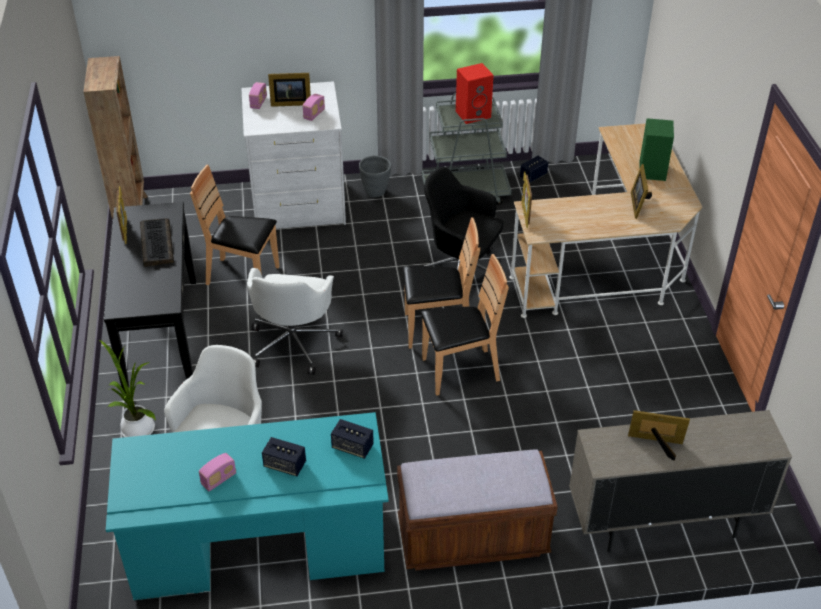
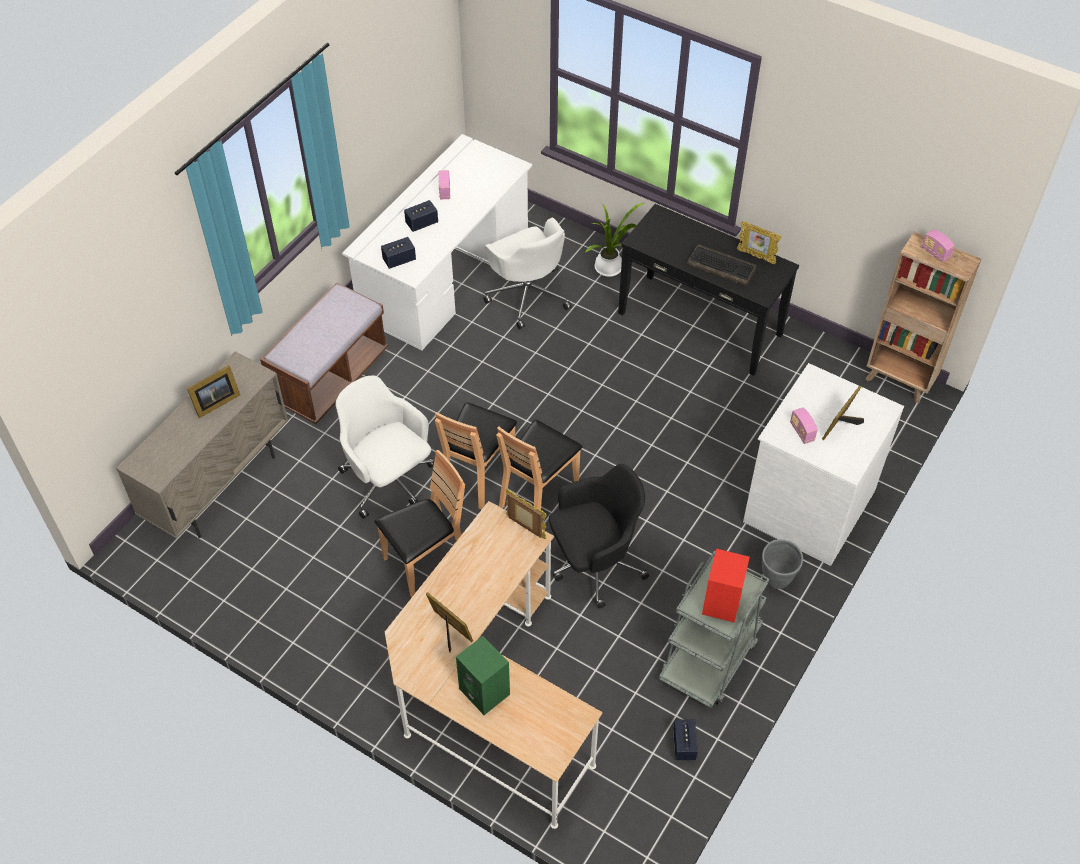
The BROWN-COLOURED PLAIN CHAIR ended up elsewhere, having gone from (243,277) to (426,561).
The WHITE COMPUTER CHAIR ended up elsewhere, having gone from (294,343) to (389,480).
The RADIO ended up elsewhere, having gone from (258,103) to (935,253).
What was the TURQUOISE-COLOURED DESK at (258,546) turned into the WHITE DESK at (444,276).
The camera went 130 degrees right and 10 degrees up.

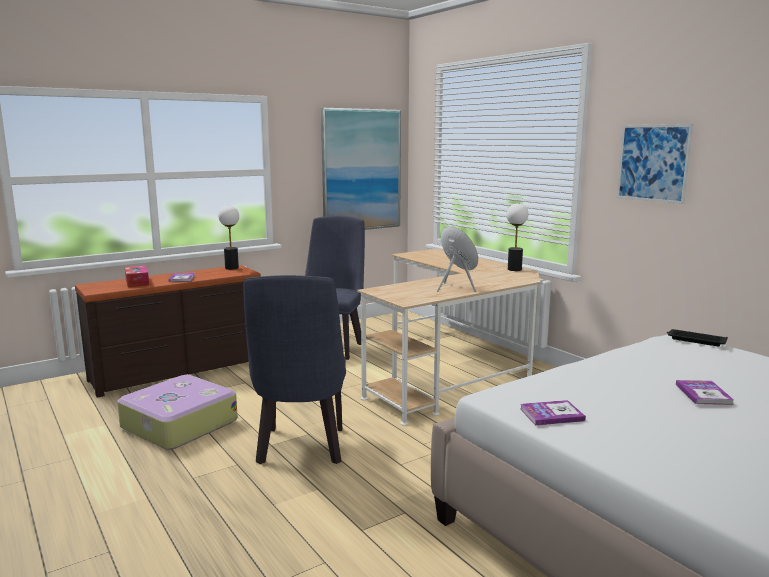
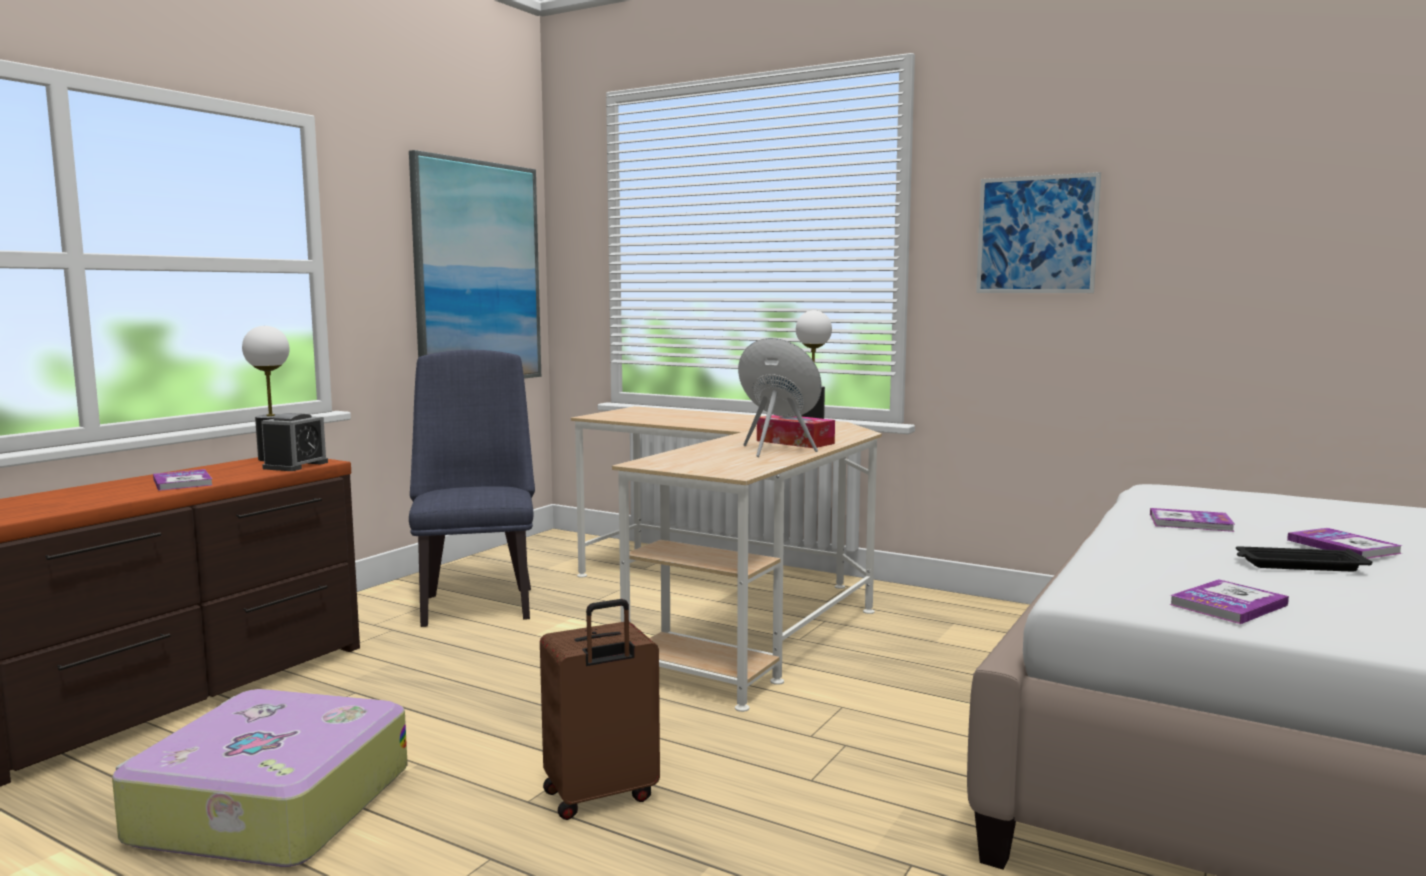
The second view gained the ALARM CLOCK at (296,465).
The second view gained the BOUND BOOK at (1190,522).
The BOX OF TISSUES ended up elsewhere, having gone from (137,282) to (795,442).
The BLACKISH SERVING TRAY ended up elsewhere, having gone from (695,340) to (1298,565).
Where the BLUE-COLOURED PLAIN CHAIR stood at (301,450), the BROWN-COLOURED TRAVEL CASE came to stand at (600,796).
The camera went 25 degrees left and 5 degrees down.

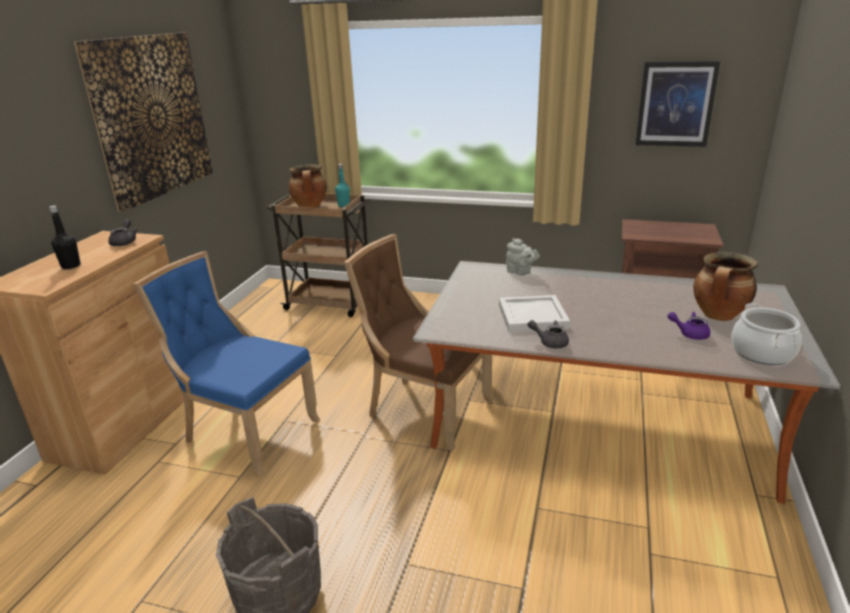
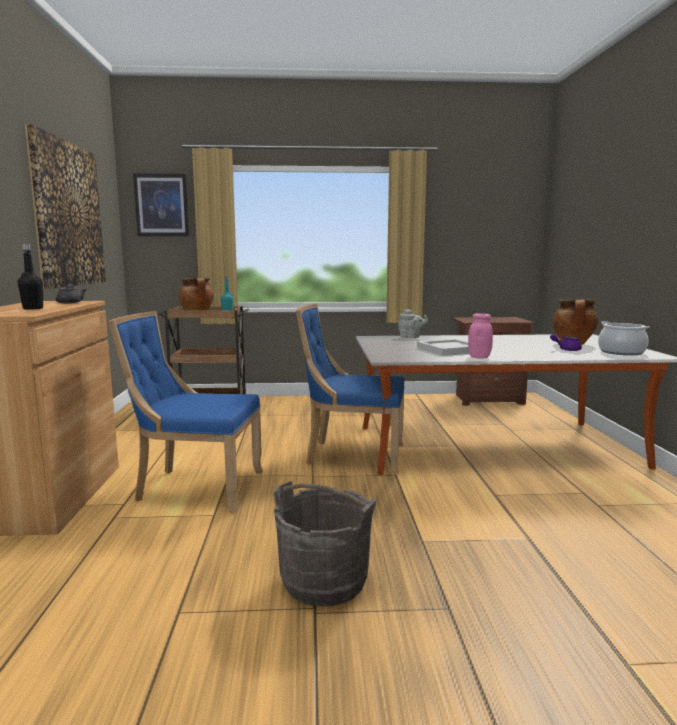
The WALL ART ended up elsewhere, having gone from (675,104) to (161,205).
Where the GRAY POT FOR TEA stood at (550,342), the PINK JAR came to stand at (479,357).
What was the BROWN-COLOURED PLAIN CHAIR at (424,409) turned into the BLUE-COLOURED PLAIN CHAIR at (352,455).
The camera went 20 degrees left and 15 degrees down.

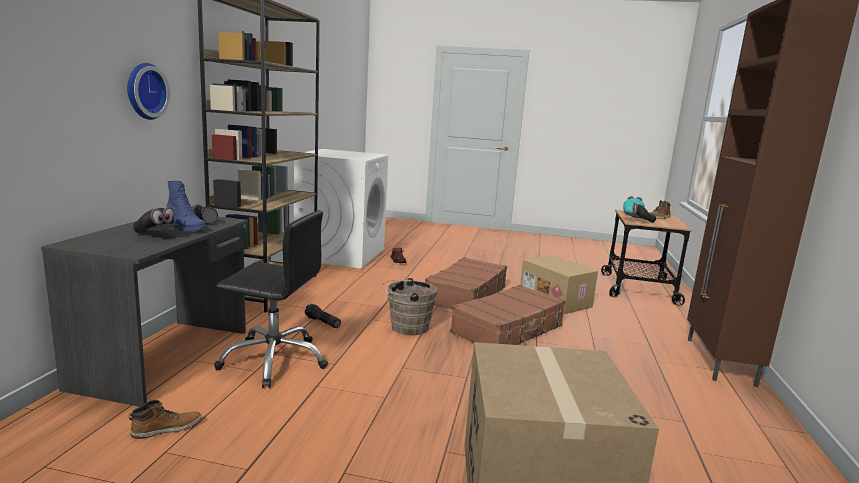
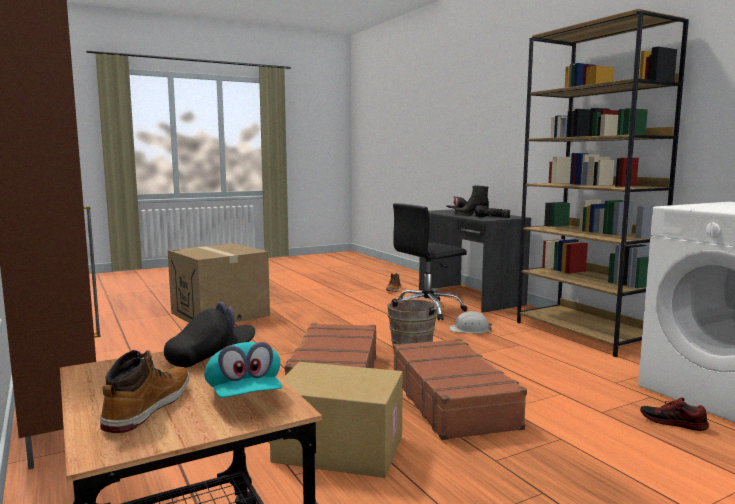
The second view lost the WALL CLOCK at (144,91).
Where the FLASHLIGHT stood at (322,322), the WHITE SAFETY HELMET came to stand at (470,330).
What was the BLUE-COLOURED TALL BOOT at (185,228) turned into the BLACKISH TALL BOOT at (471,215).
The camera went 140 degrees right and 5 degrees down.

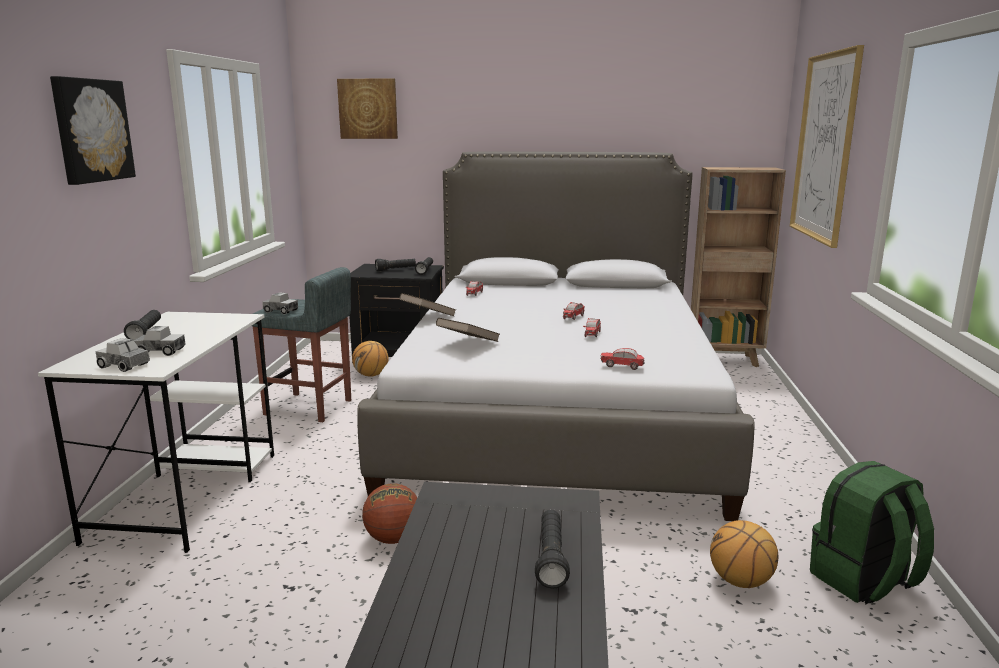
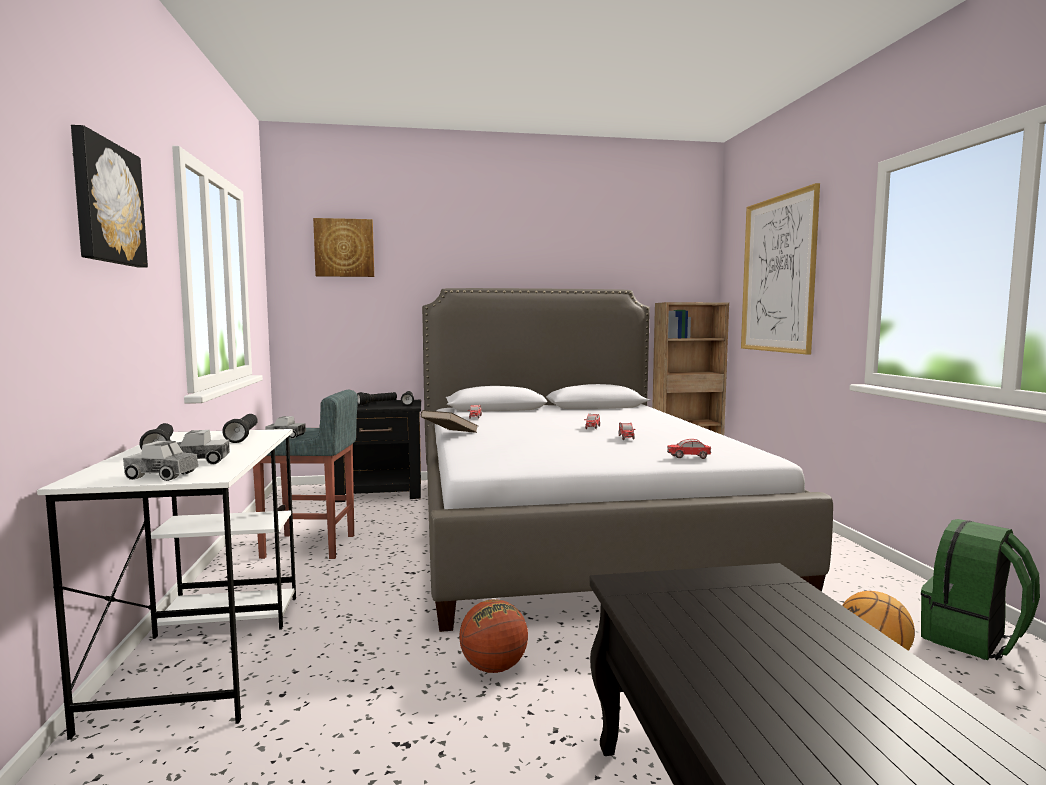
The second view lost the BASKETBALL BALL at (371,375).
The second view lost the BROWN-COLOURED BOUND BOOK at (468,343).
The BLACKISH FLASHLIGHT ended up elsewhere, having gone from (551,558) to (243,436).
The camera went 15 degrees left and 10 degrees down.

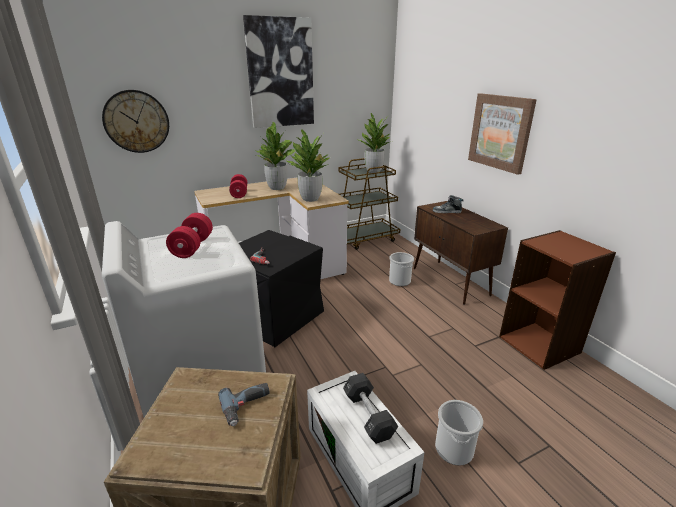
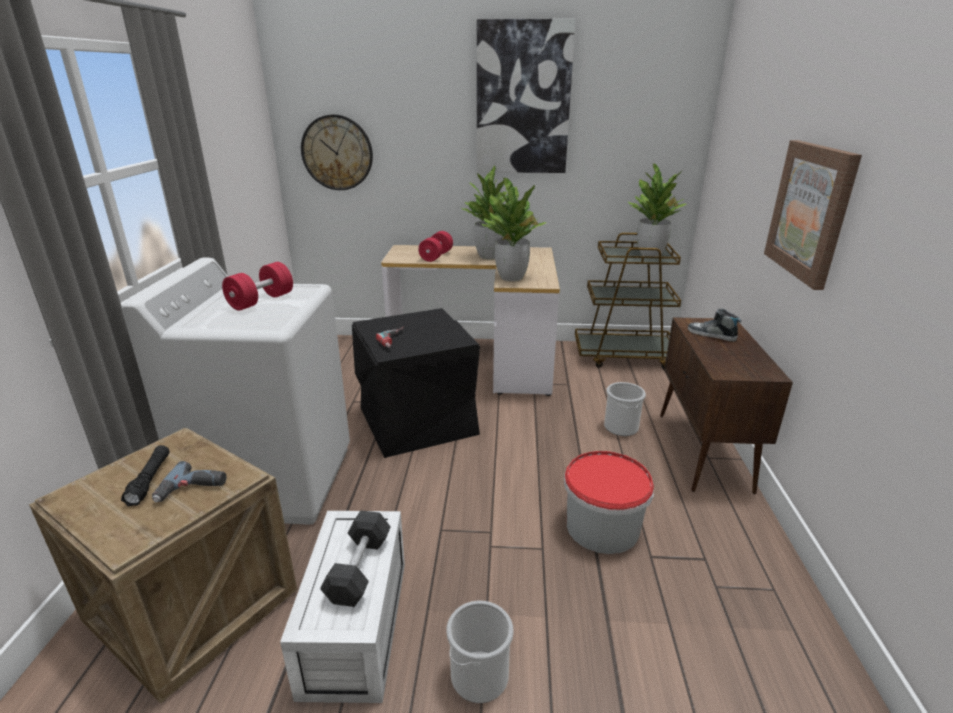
The second view lost the BROWN-COLOURED SHELVING UNIT at (539,344).
The second view gained the BLACKISH FLASHLIGHT at (150,480).
The second view gained the WATER BUCKET at (602,527).
The camera went 30 degrees right and 0 degrees up.

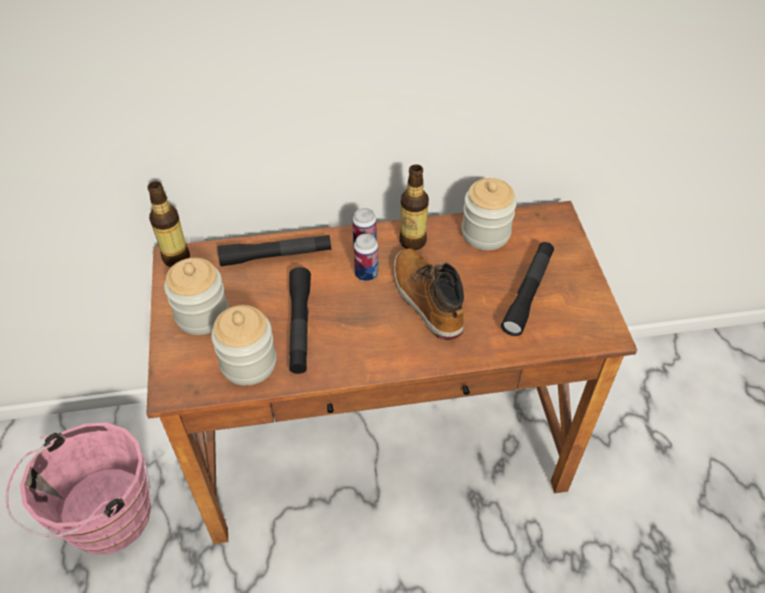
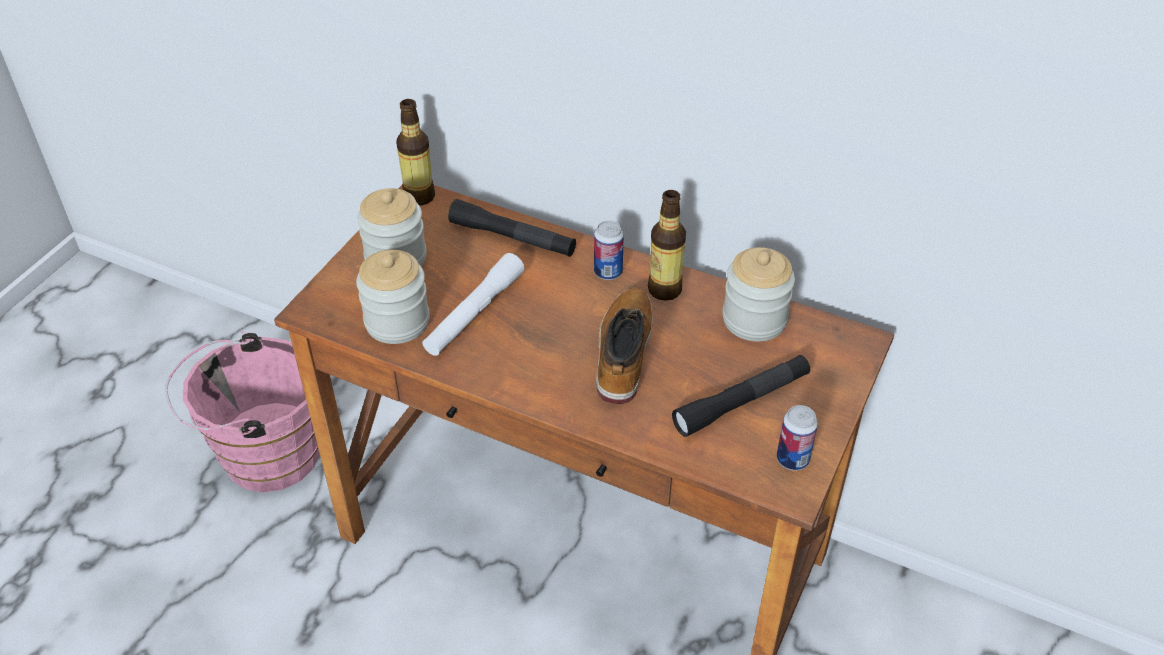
The SEALED CAN ended up elsewhere, having gone from (366,274) to (792,459).
What was the BLACKISH FLASHLIGHT at (300,326) turned into the WHITE FLASHLIGHT at (474,313).
The camera went 35 degrees right and 5 degrees down.

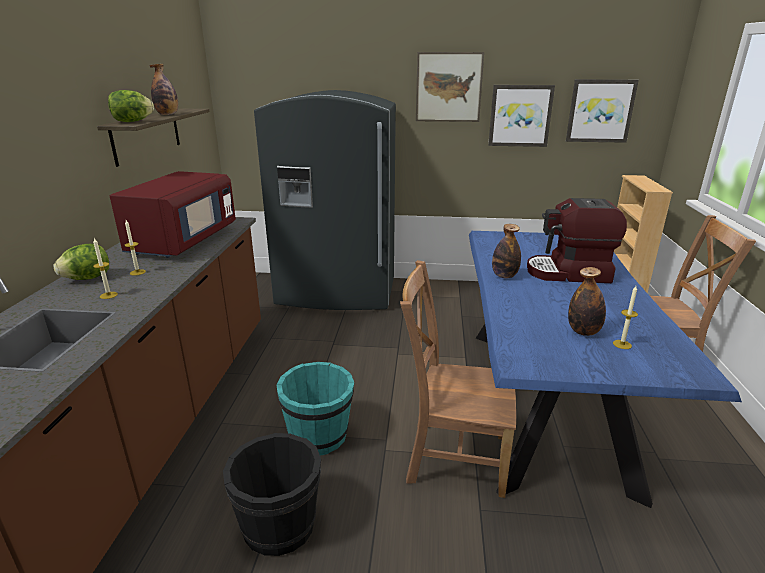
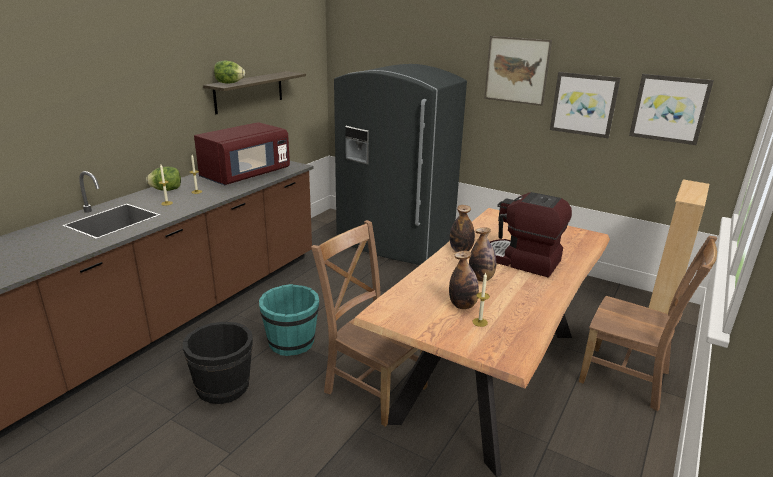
The BEVERAGE BOTTLE ended up elsewhere, having gone from (167,114) to (481,278).
What was the BLUE-COLOURED DINING TABLE at (543,402) turned into the BROWN-COLOURED DINING TABLE at (487,374).
The camera went 25 degrees right and 0 degrees up.

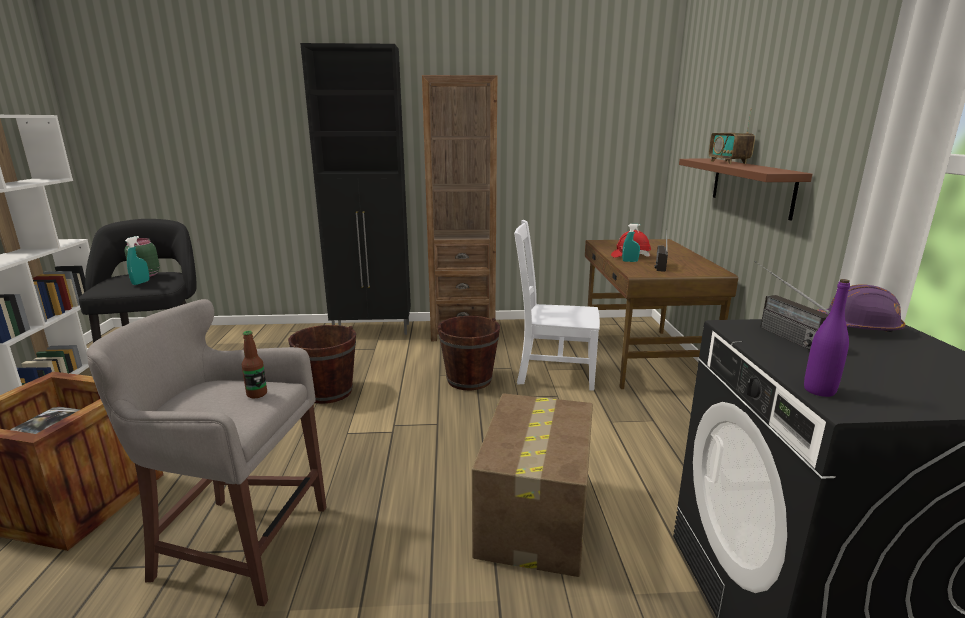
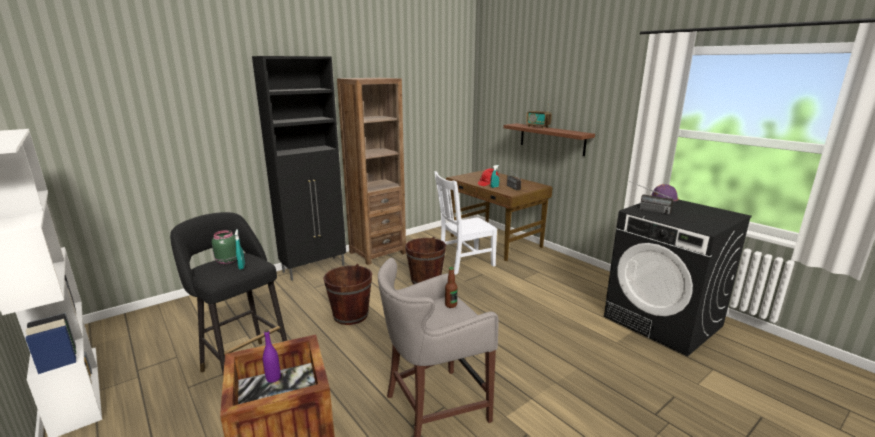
The second view lost the CARTON at (535,517).
The PURPLISH BEVERAGE BOTTLE ended up elsewhere, having gone from (819,390) to (273,378).
The camera went 35 degrees left and 0 degrees up.

